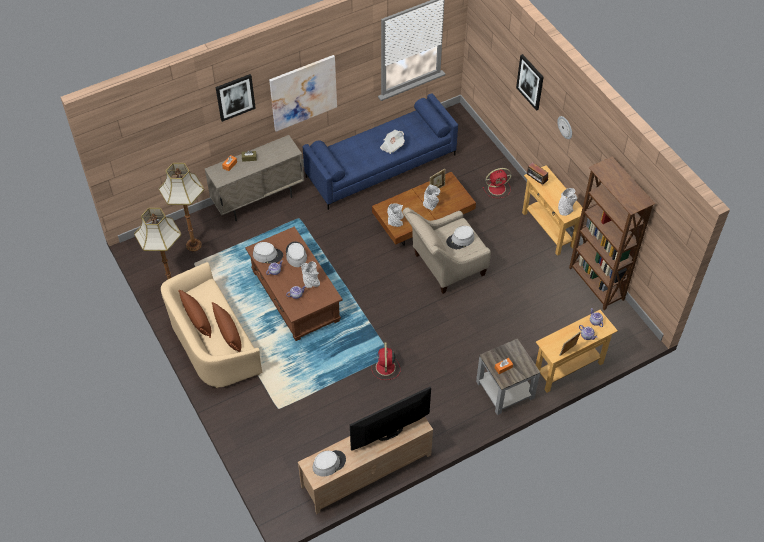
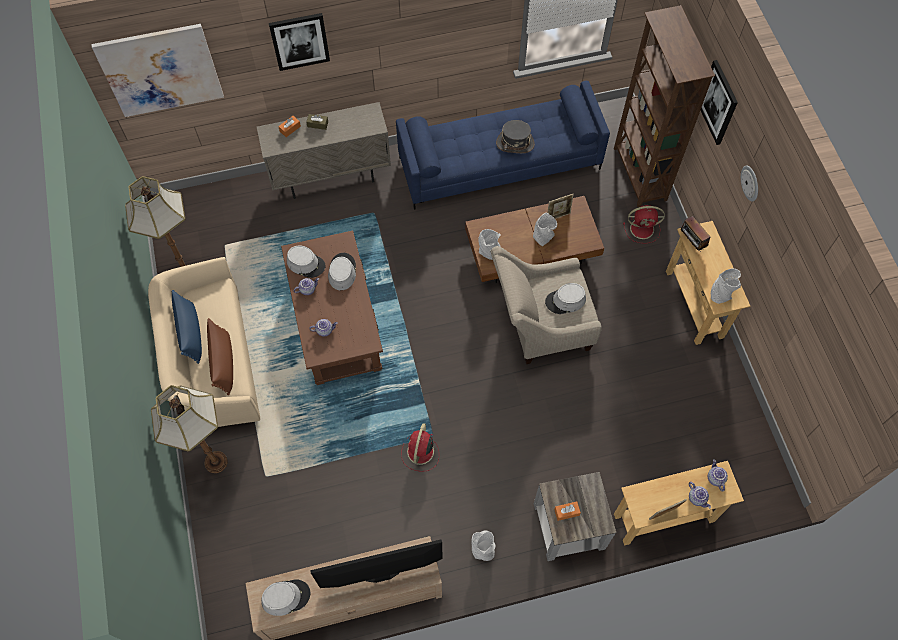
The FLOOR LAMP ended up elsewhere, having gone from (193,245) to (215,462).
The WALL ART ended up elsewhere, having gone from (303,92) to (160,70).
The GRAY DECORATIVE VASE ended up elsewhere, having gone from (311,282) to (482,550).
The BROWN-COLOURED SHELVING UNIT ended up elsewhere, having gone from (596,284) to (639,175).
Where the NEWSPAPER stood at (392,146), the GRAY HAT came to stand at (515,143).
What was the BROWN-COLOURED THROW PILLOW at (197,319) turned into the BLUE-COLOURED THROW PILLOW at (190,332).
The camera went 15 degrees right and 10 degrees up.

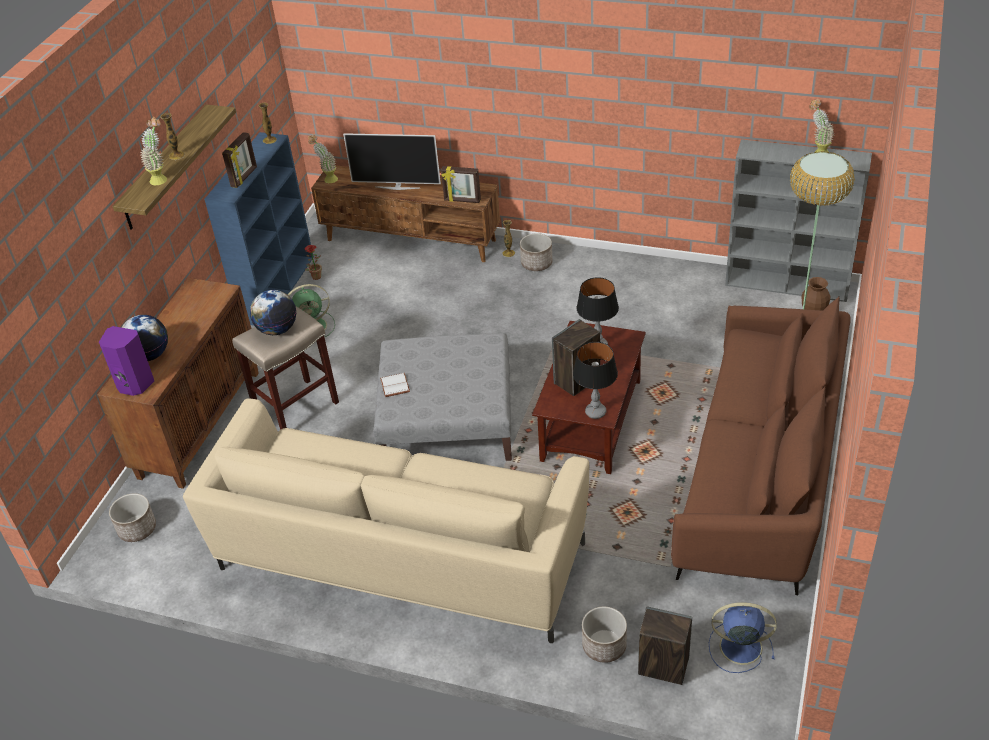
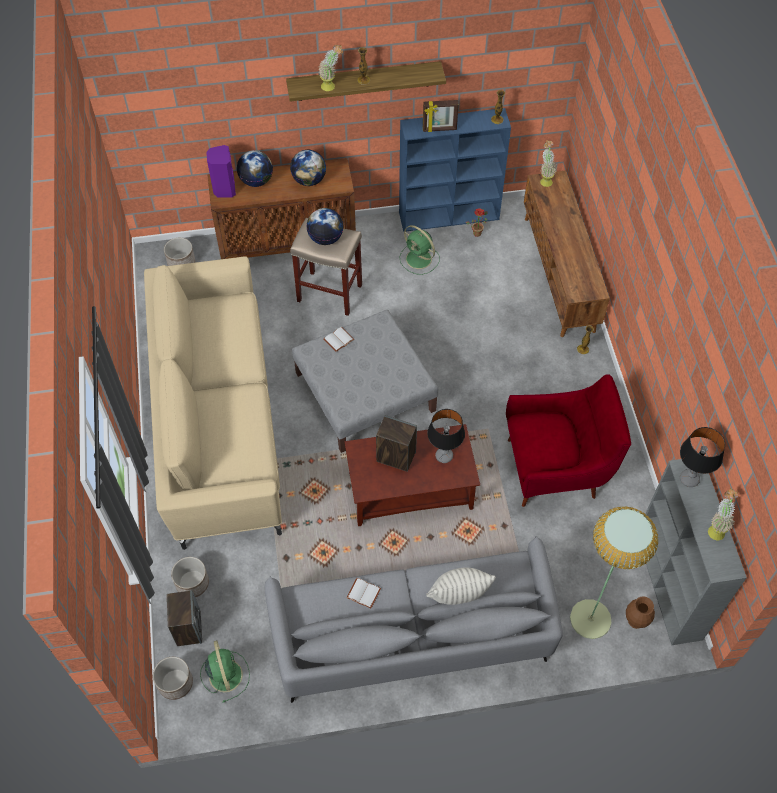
The second view lost the TV SET at (397,187).
The second view lost the PICTURE FRAME at (462,200).
The second view gained the WORLD GLOBE at (309,180).
The second view gained the WHITE BOUND BOOK at (364,593).
The second view gained the THROW PILLOW at (458,596).
The second view gained the RED-COLOURED LOUNGE CHAIR at (556,468).
The PLANTER ended up elsewhere, having gone from (537,263) to (175,683).
The TABLE LAMP ended up elsewhere, having gone from (595,412) to (689,479).
What was the BROWN-COLOURED COUCH at (762,471) turned into the GRAY COUCH at (412,636).
What was the BLUE-COLOURED FAN at (738,646) turned into the GREEN-COLOURED FAN at (225,674).
The camera went 60 degrees right and 15 degrees up.

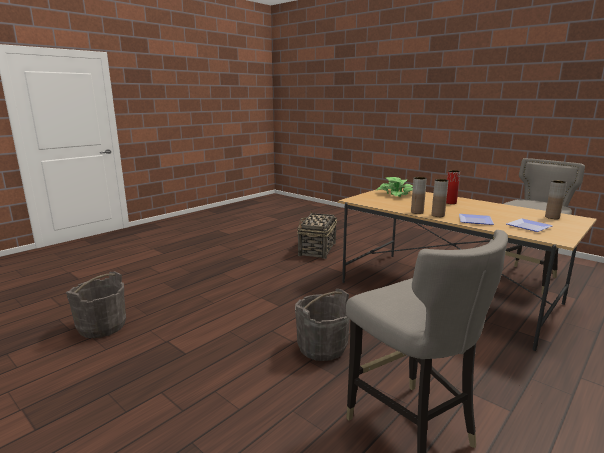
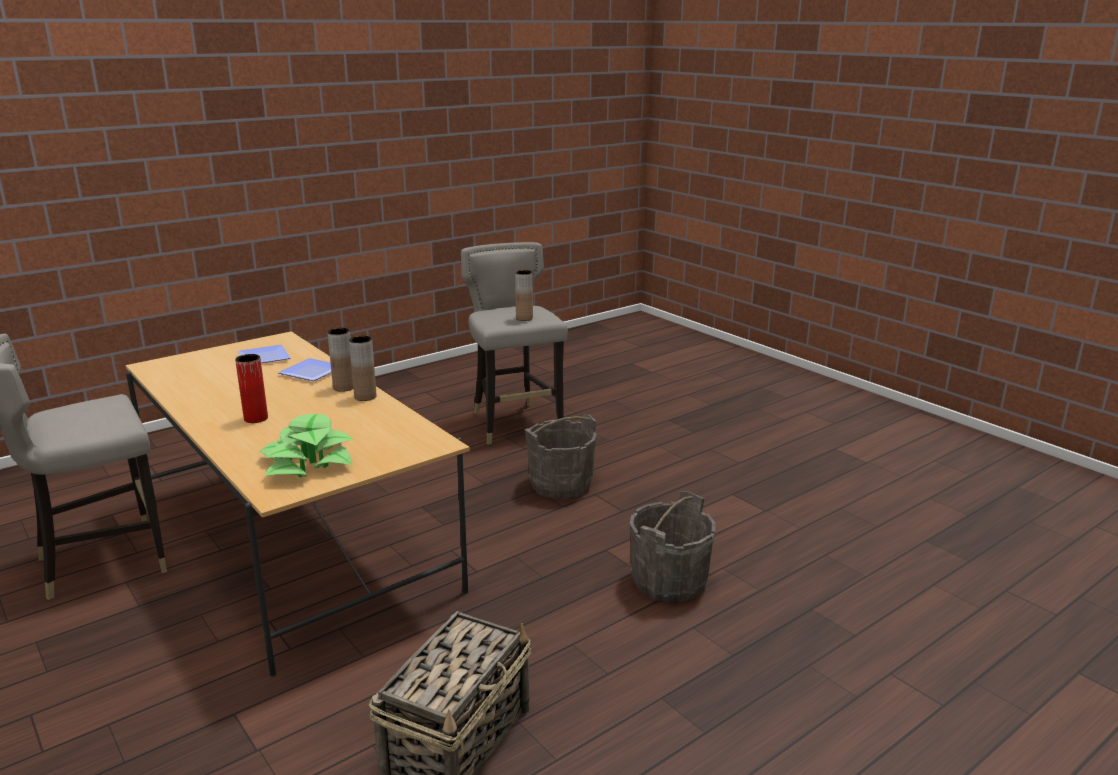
The GRAY WATER BUCKET ended up elsewhere, having gone from (102,326) to (669,582).
The BROWN-COLOURED DECORATIVE VASE ended up elsewhere, having gone from (552,217) to (524,318).
The camera went 170 degrees left and 5 degrees up.

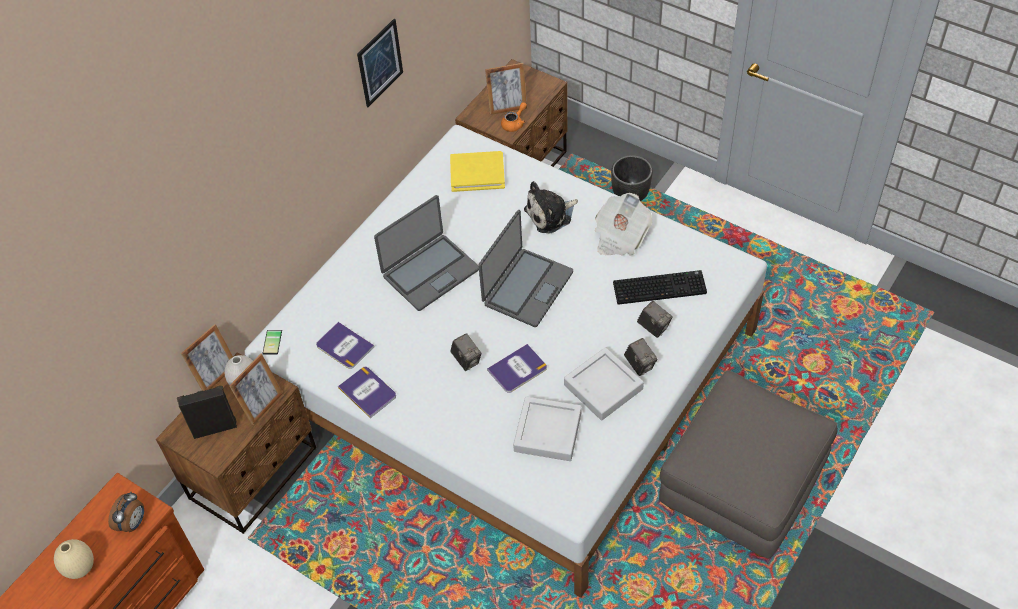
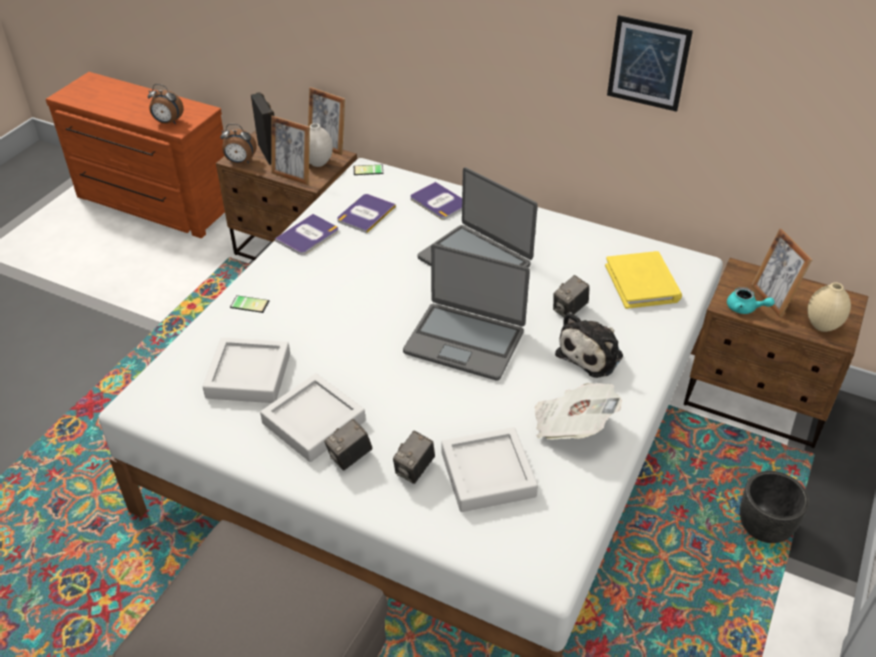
The second view gained the ALARM CLOCK at (240,162).
The second view gained the PHONE at (250,303).
The SAND-COLOURED DECORATIVE VASE ended up elsewhere, having gone from (81,568) to (822,326).
The STILL CAMERA ended up elsewhere, having gone from (466,360) to (569,310).
The BOUND BOOK ended up elsewhere, having gone from (517,369) to (439,202).
Where the COMPUTER KEYBOARD stood at (660,287), the GRAY SERVING TRAY came to stand at (488,474).
What was the ORANGE POT FOR TEA at (514,124) turned into the TURQUOISE-COLOURED POT FOR TEA at (745,309).
The SOFT TOY at (551,215) ended up facing another way, 105 degrees counterclockwise from before.
The camera went 80 degrees right and 10 degrees down.

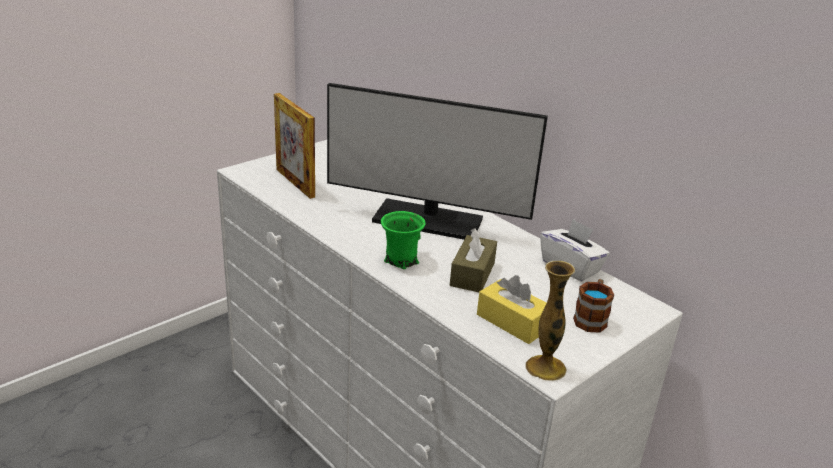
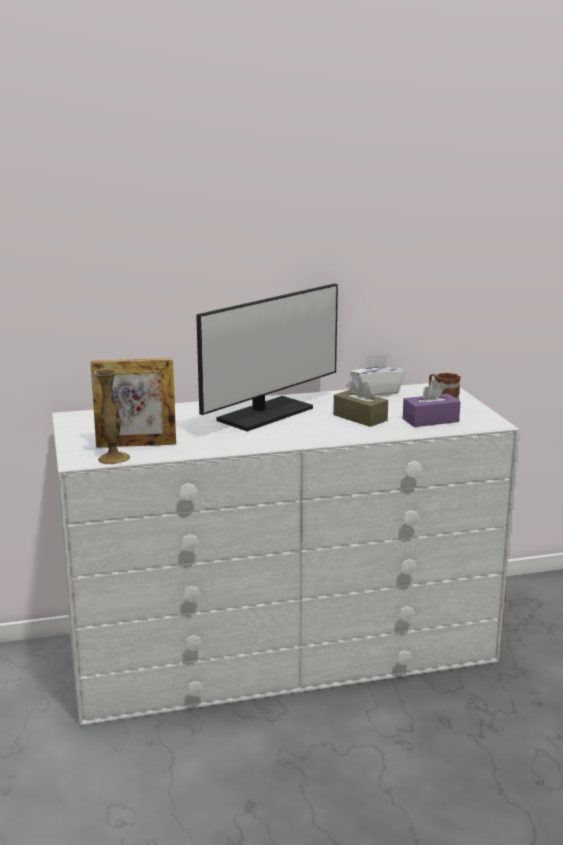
The second view lost the GREEN-COLOURED TEA MUG at (400,260).
The DECORATIVE VASE ended up elsewhere, having gone from (545,368) to (113,458).
What was the YELLOW BOX OF TISSUES at (512,322) turned into the PURPLISH BOX OF TISSUES at (430,420).
The camera went 60 degrees left and 10 degrees down.

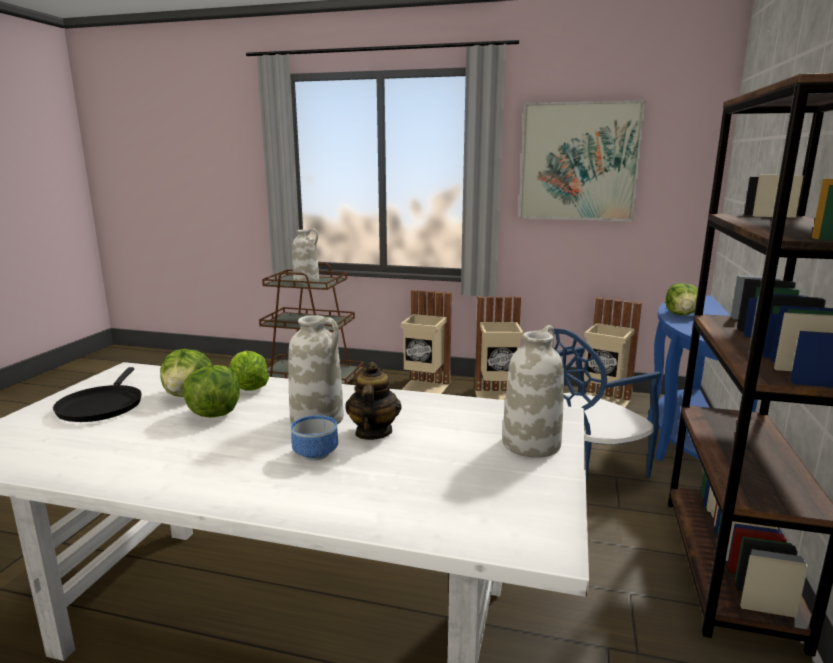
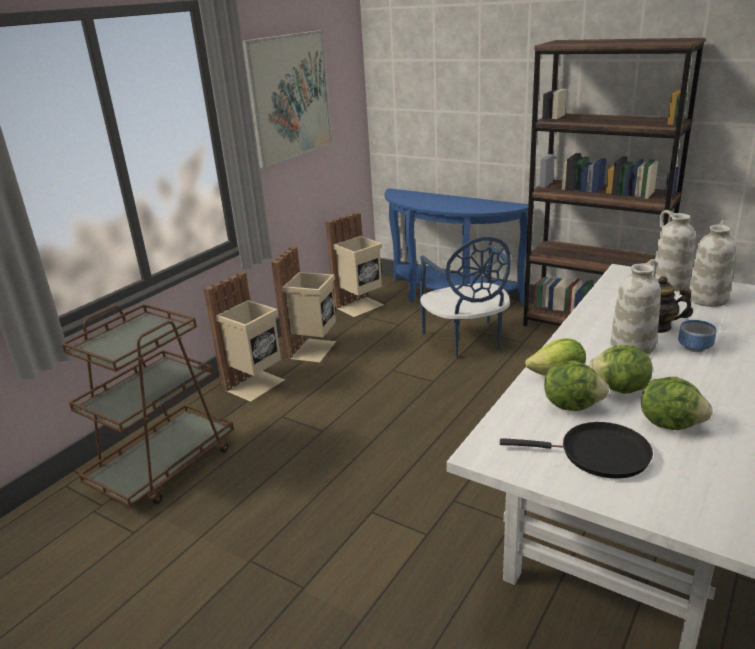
The WHITE DECORATIVE VASE ended up elsewhere, having gone from (306,281) to (706,298).
The HEAD OF LETTUCE ended up elsewhere, having gone from (682,315) to (670,423).
The camera went 70 degrees left and 10 degrees up.

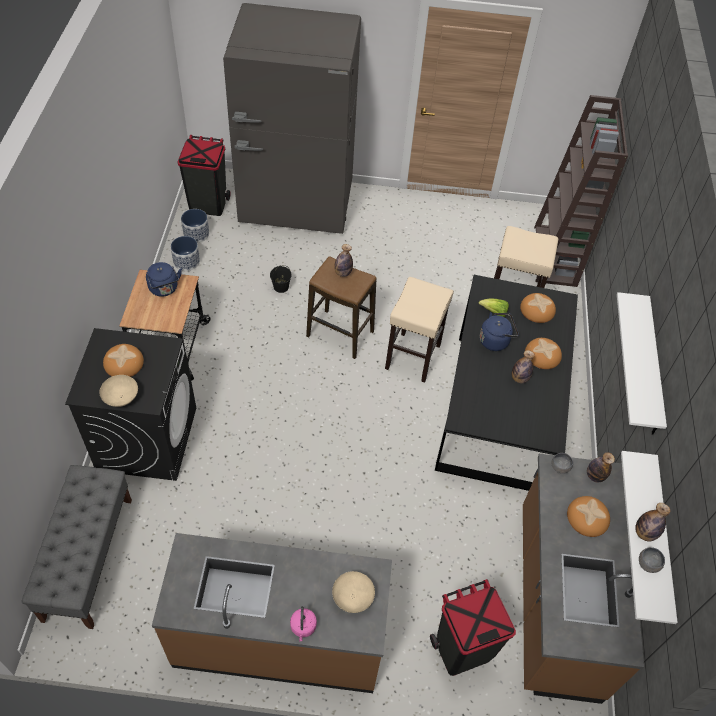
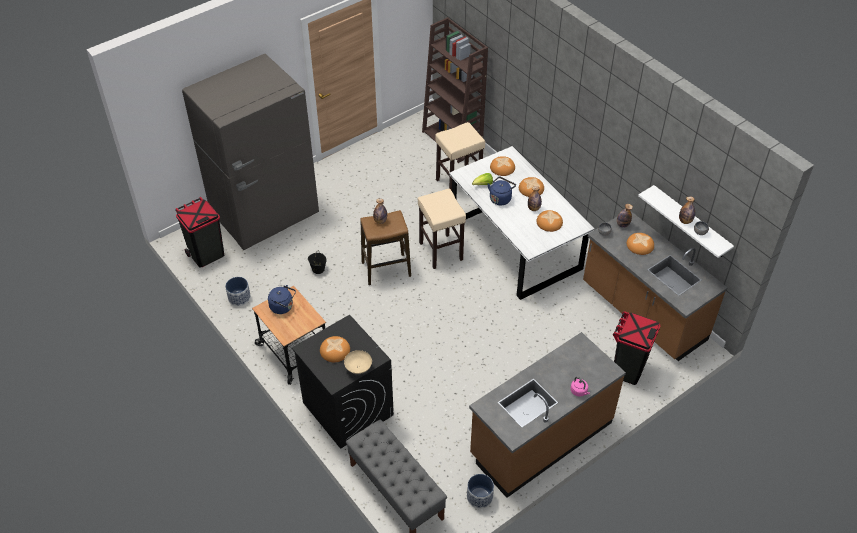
The second view lost the SAND-COLOURED BOWL at (352,598).
The second view lost the WHITE WALL SHELF at (652,368).
The second view gained the BAKERY BREAD at (549,222).
The PLANTER ended up elsewhere, having gone from (196,234) to (479,497).
What was the BLACKISH DINING TABLE at (499,409) turned into the WHITE DINING TABLE at (516,244).
The camera went 40 degrees left and 5 degrees down.

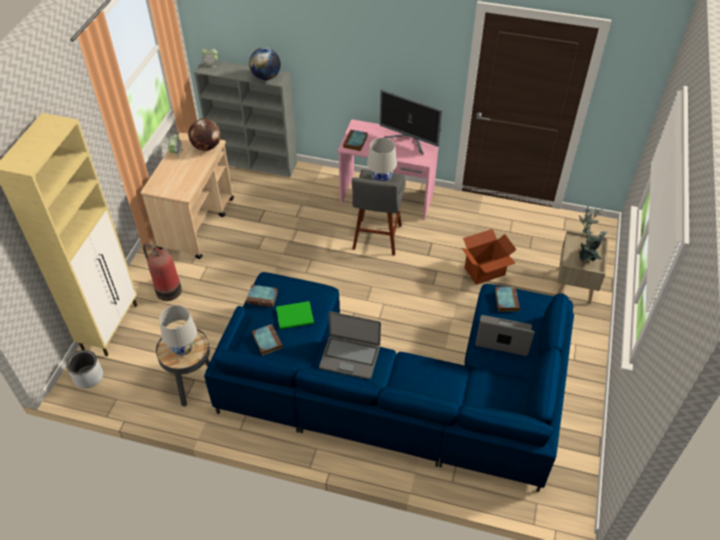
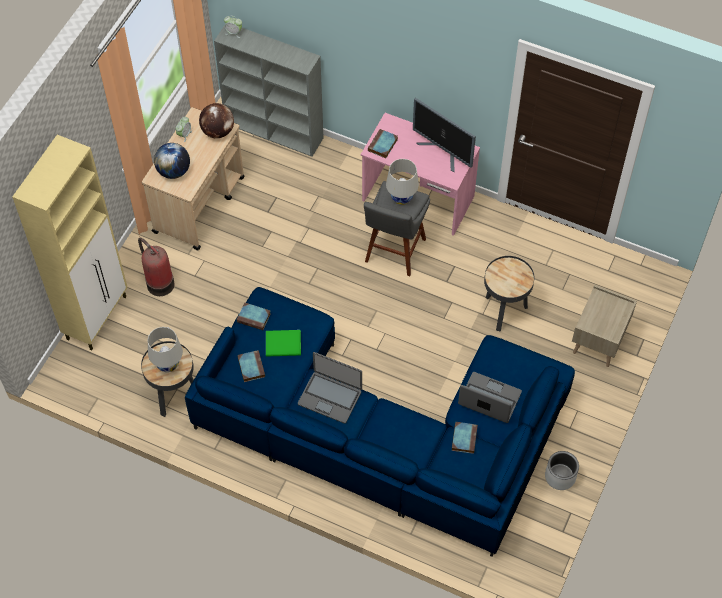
The second view lost the PLANT IN A POT at (586,256).
The GRAY PLANTER ended up elsewhere, having gone from (88,377) to (560,476).
The WORLD GLOBE ended up elsewhere, having gone from (266,77) to (174,171).
The BOUND BOOK ended up elsewhere, having gone from (506,300) to (464,438).
Where the CARTON stood at (485,272), the BLACKISH ACCENT TABLE came to stand at (504,311).
The camera went 10 degrees right and 10 degrees up.

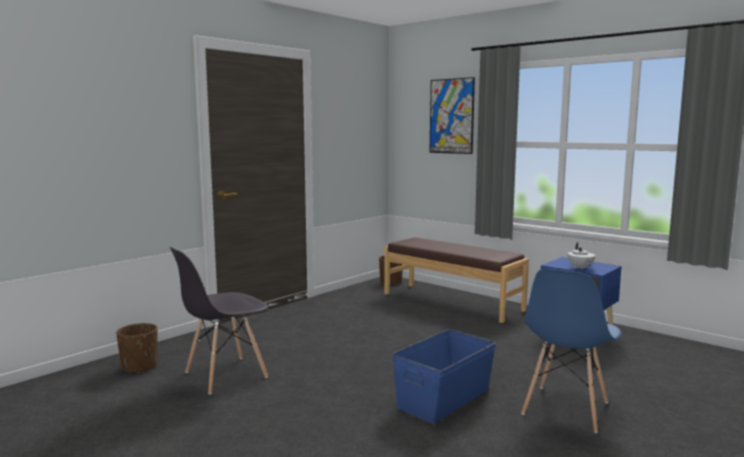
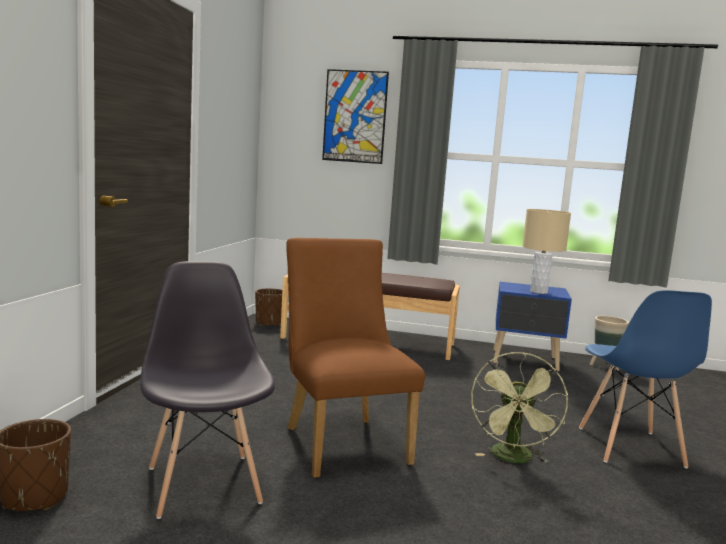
The second view gained the BROWN-COLOURED PLAIN CHAIR at (342,442).
The second view gained the SAND-COLOURED PLANTER at (605,366).
Where the BLUE-COLOURED STORAGE CONTAINER stood at (445,398), the GREEN-COLOURED FAN came to stand at (513,459).
Where the WHITE POT FOR TEA stood at (580,268), the SAND-COLOURED TABLE LAMP came to stand at (538,292).
The GRAY PLAIN CHAIR at (225,375) ended up facing another way, 135 degrees clockwise from before.
The camera went 30 degrees left and 0 degrees up.

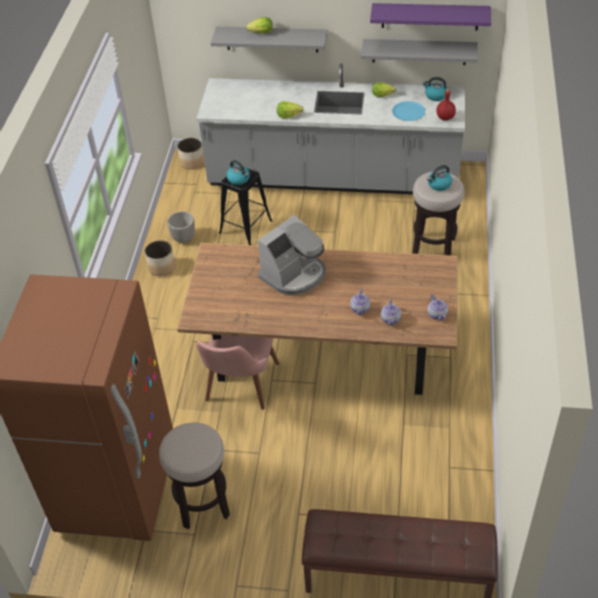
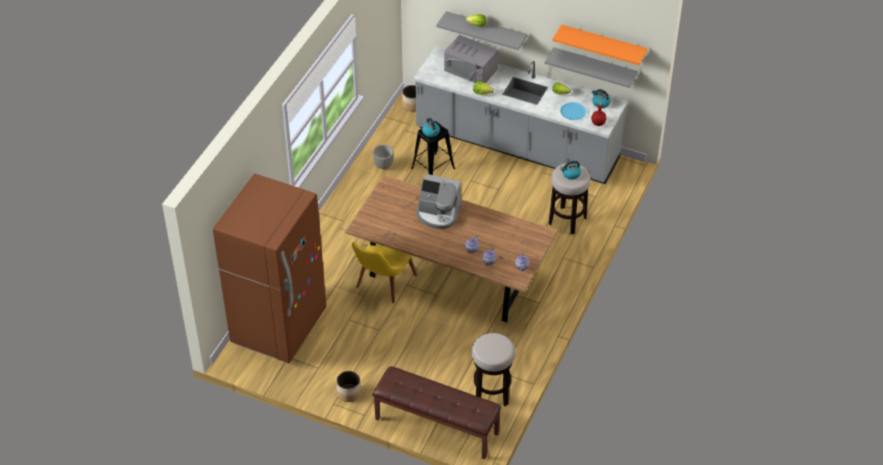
The second view gained the GRAY MICROWAVE OVEN at (471,70).
The PLANTER ended up elsewhere, having gone from (161,267) to (349,393).
The STOOL SEAT ended up elsewhere, having gone from (202,504) to (491,393).
What was the PINK PLAIN CHAIR at (239,390) turned into the YELLOW PLAIN CHAIR at (382,285).
What was the PURPLISH WALL SHELF at (430,16) turned into the ORANGE WALL SHELF at (603,44).
The COFFEE BREWER at (294,274) ended up facing another way, 45 degrees clockwise from before.
The camera went 15 degrees right and 0 degrees up.

